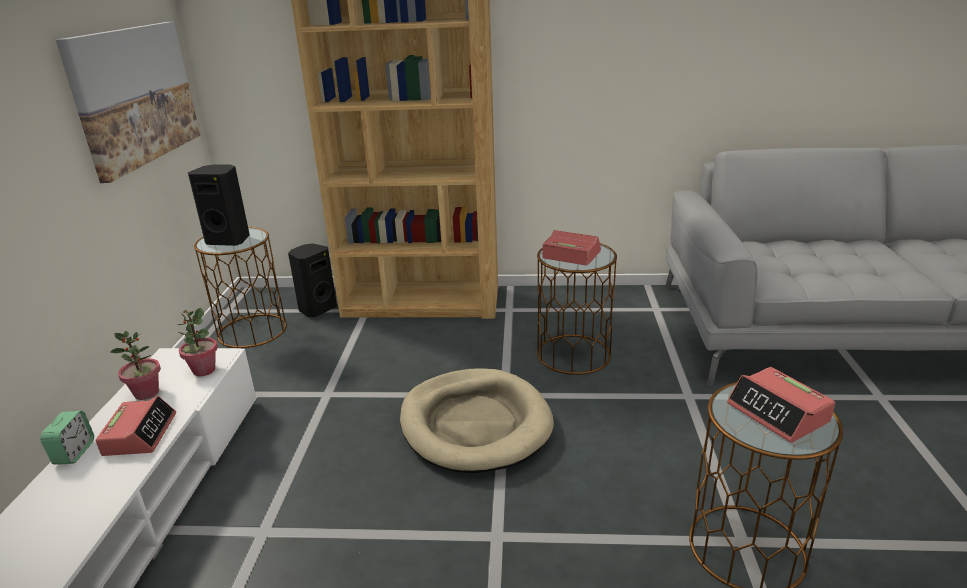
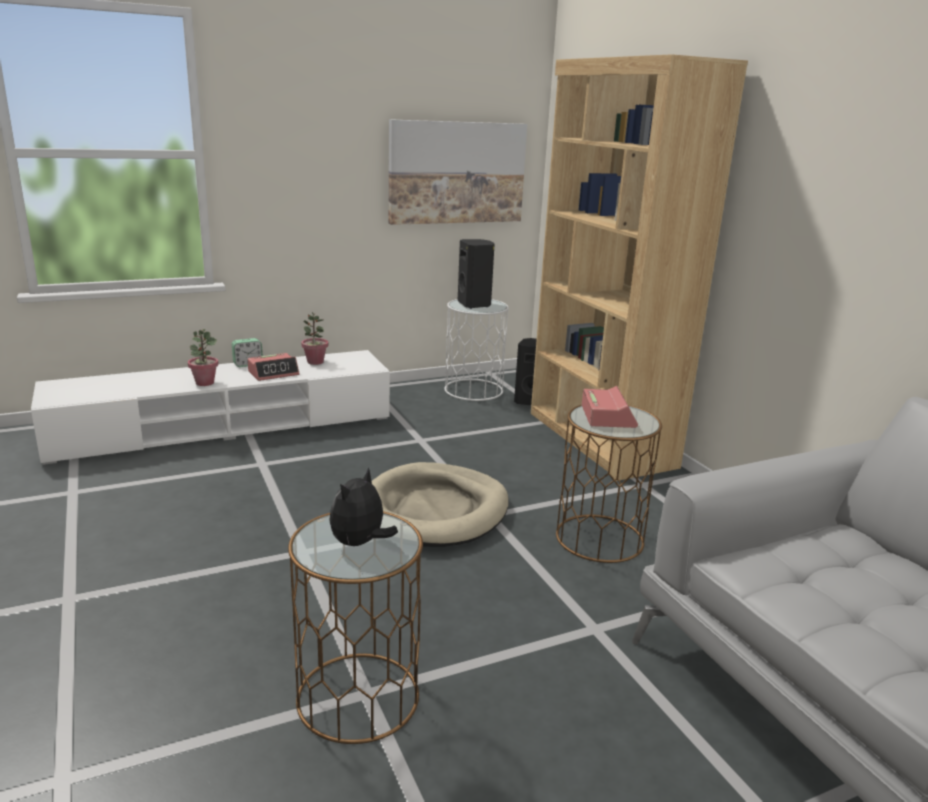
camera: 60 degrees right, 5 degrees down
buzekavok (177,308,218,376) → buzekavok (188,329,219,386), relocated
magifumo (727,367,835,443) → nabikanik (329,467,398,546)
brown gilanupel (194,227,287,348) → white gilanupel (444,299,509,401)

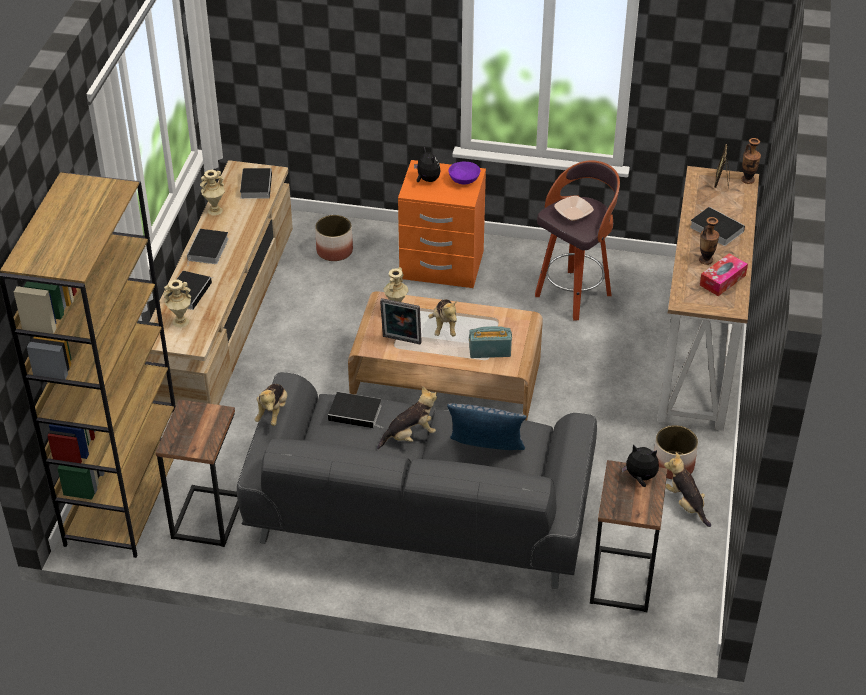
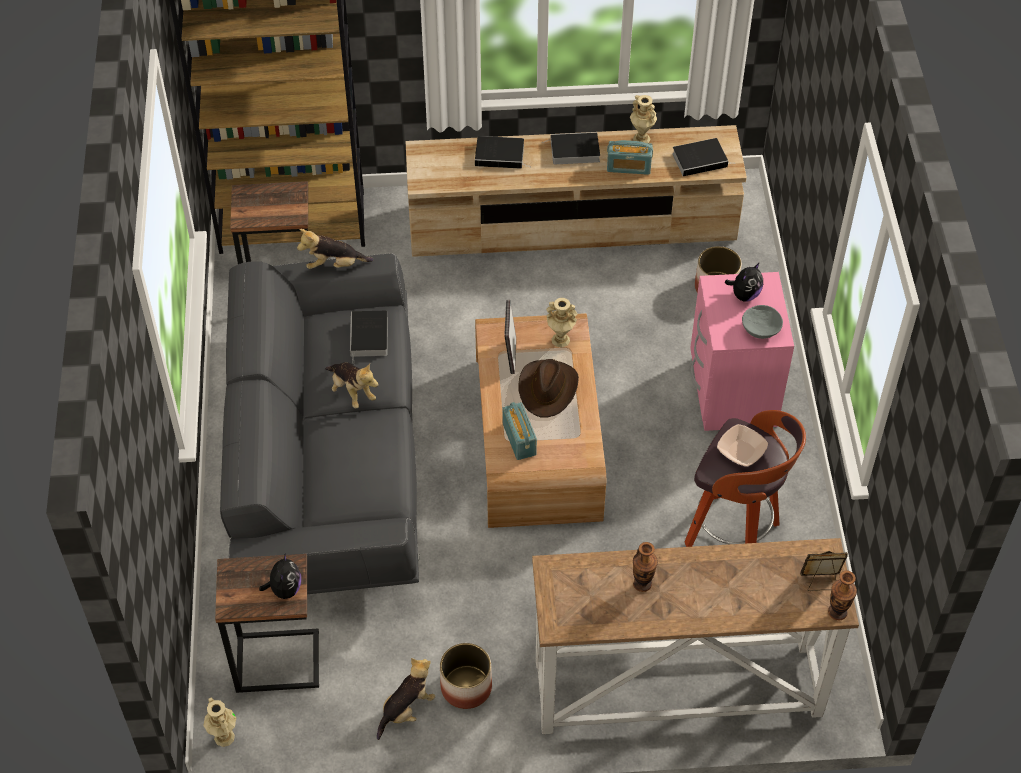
camera: 75 degrees right, 10 degrees up
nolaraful (447,404,527,450) → -
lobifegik (690,207,745,246) → -
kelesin (700,254,748,296) → -
- → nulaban (607,140,653,175)
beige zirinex (163,280,191,328) → beige zirinex (203,698,236,747), relocated
nabikanik (428,299,457,336) → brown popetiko (518,359,579,418)
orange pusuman (398,160,486,288) → pink pusuman (690,272,794,431)
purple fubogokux (448,162,480,184) → grey fubogokux (742,305,783,339)

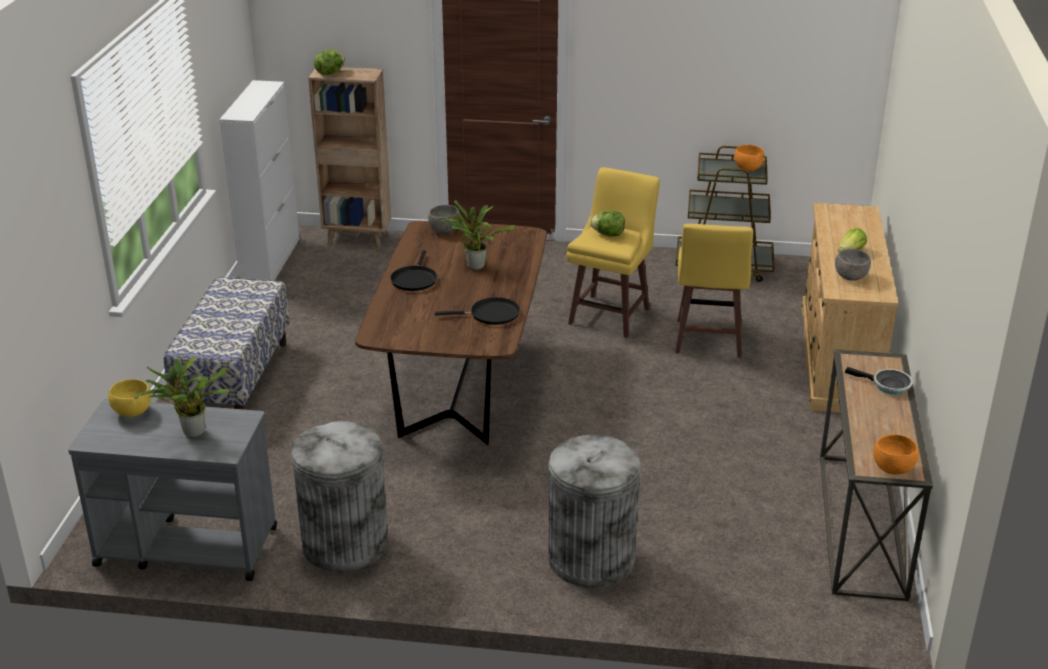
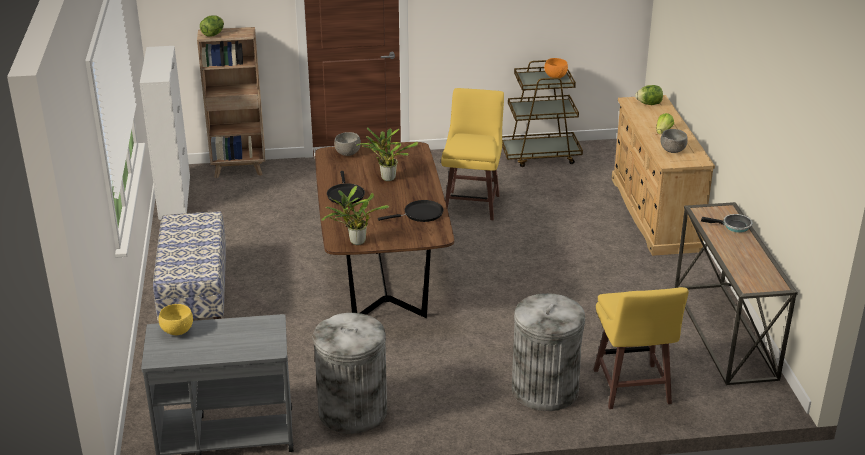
camera: 15 degrees left, 0 degrees up
orange fubogokux (874,434,919,475) → -
buzekavok (134,356,229,438) → buzekavok (321,186,389,245), relocated
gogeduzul (590,211,625,236) → gogeduzul (635,85,663,105), relocated
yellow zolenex (675,224,753,358) → yellow zolenex (593,287,689,409), relocated

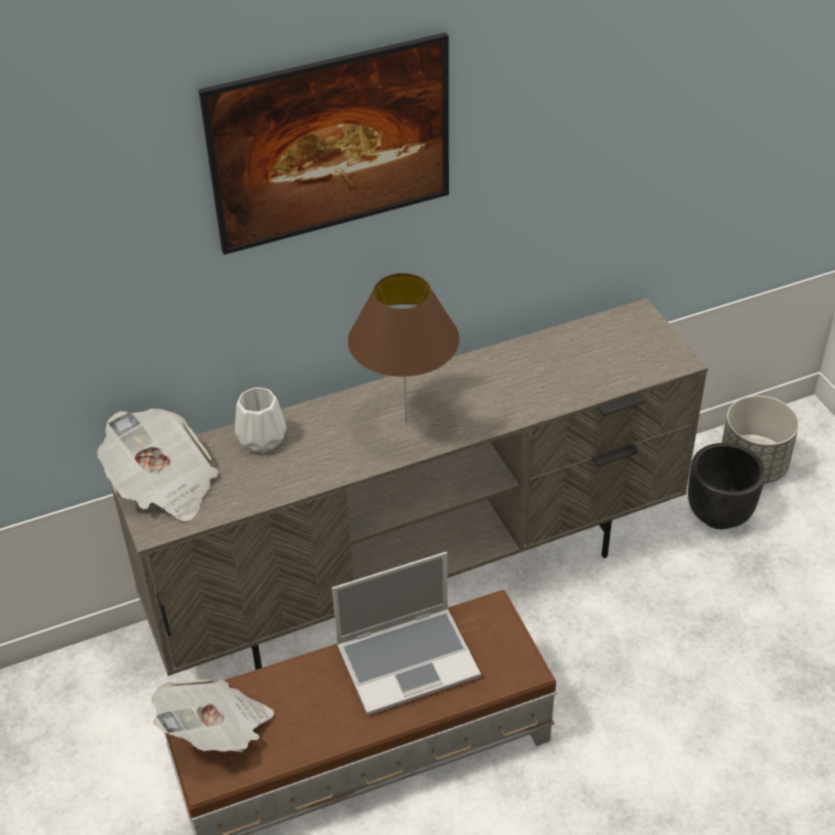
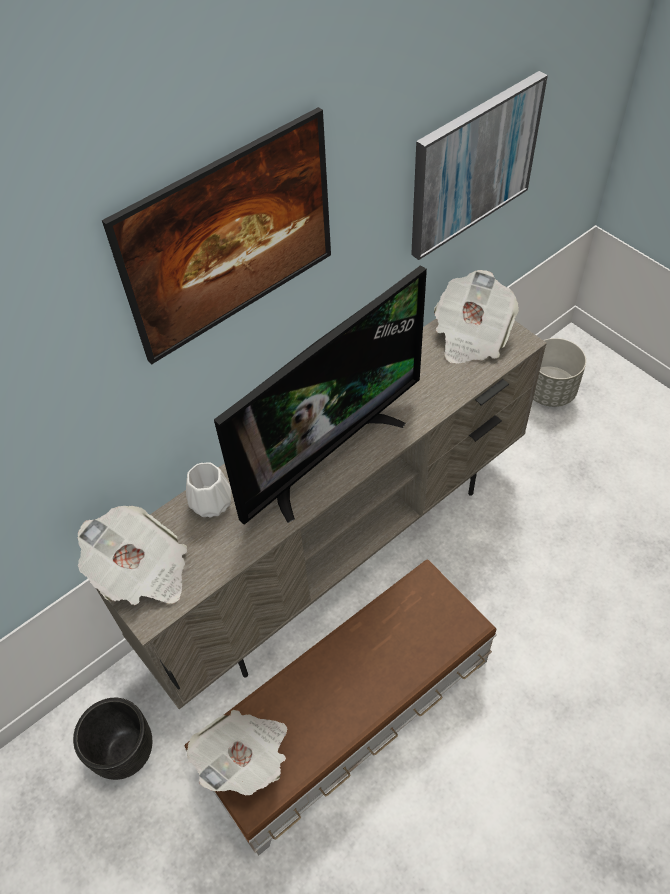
camera: 15 degrees left, 10 degrees up
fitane (332,552,481,715) → -
- → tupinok (411,71,548,260)
- → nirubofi (434,270,519,364)
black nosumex (688,443,765,529) → black nosumex (73,698,152,780), relocated
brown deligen (348,273,460,423) → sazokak (214,265,427,525)

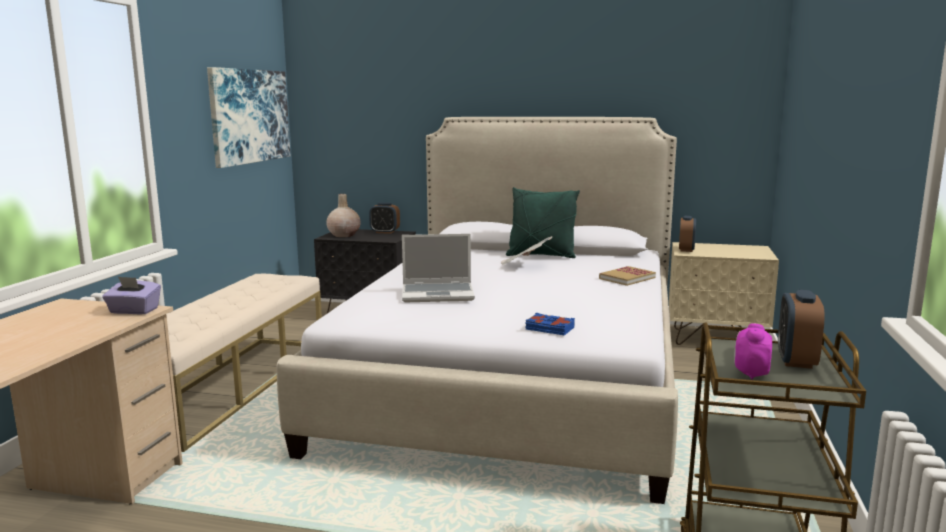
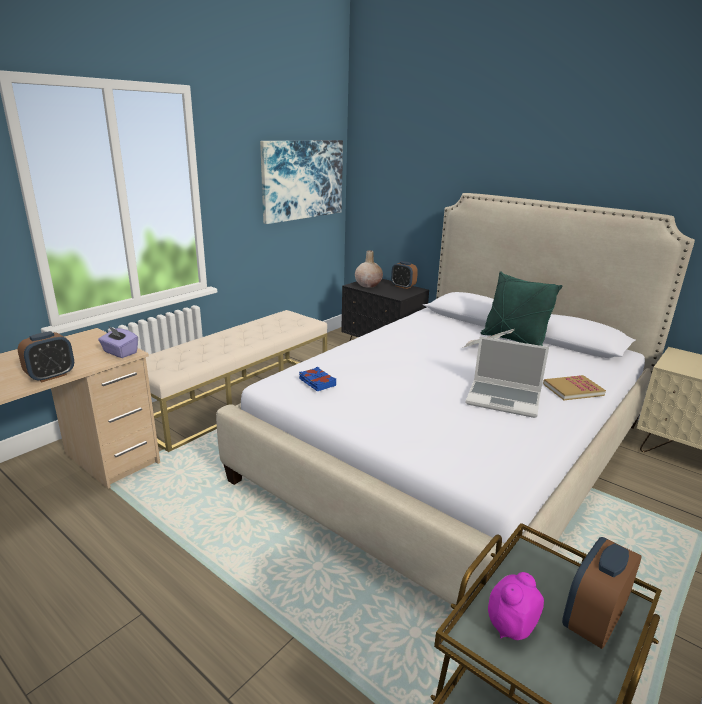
camera: 25 degrees right, 10 degrees up
fitane (402,234,475,303) → fitane (465,336,549,418), relocated
blue lobifegik (525,313,575,336) → blue lobifegik (299,367,336,391), relocated
magifumo (679,216,696,252) → magifumo (18,331,74,382), relocated

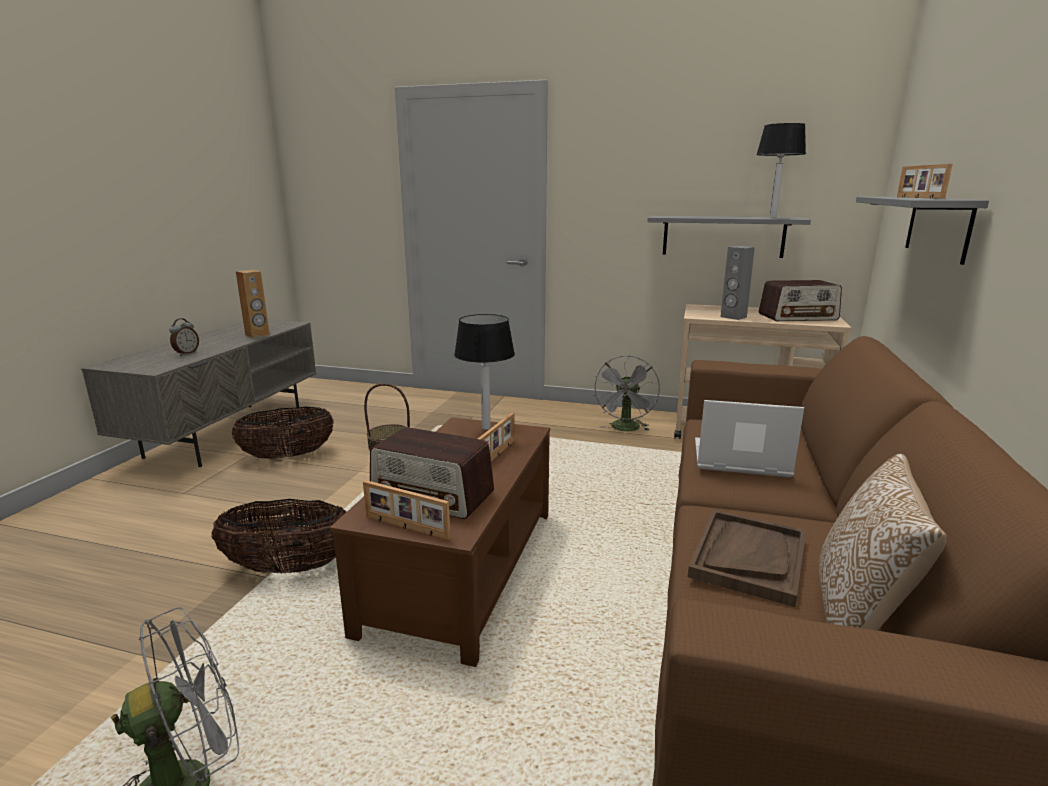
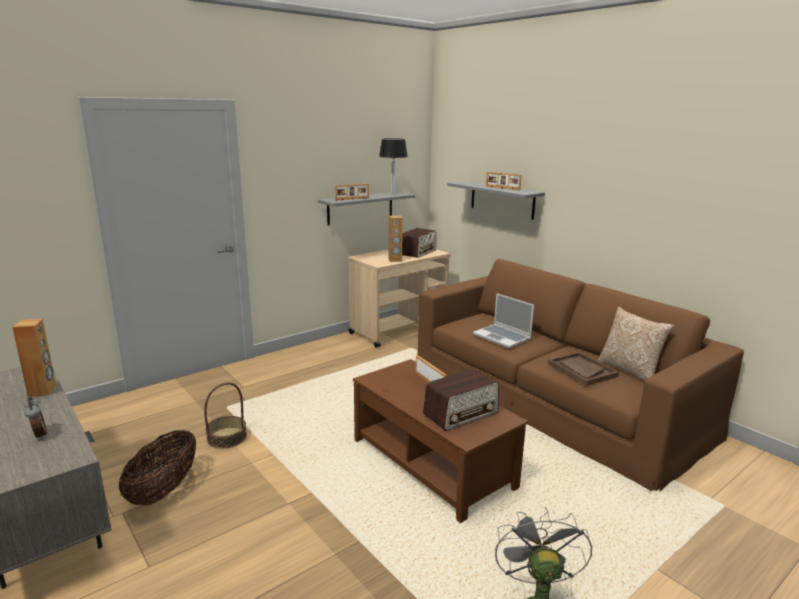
camera: 55 degrees left, 0 degrees up
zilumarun (211,499,347,574) → -
deligen (454,314,515,430) → -
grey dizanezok (594,355,660,431) → -
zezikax (363,480,451,540) → zezikax (335,184,369,200), relocated
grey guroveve (720,246,755,320) → brown guroveve (389,216,403,262)
fitane (695,400,804,477) → fitane (473,293,534,348), 90 degrees counterclockwise

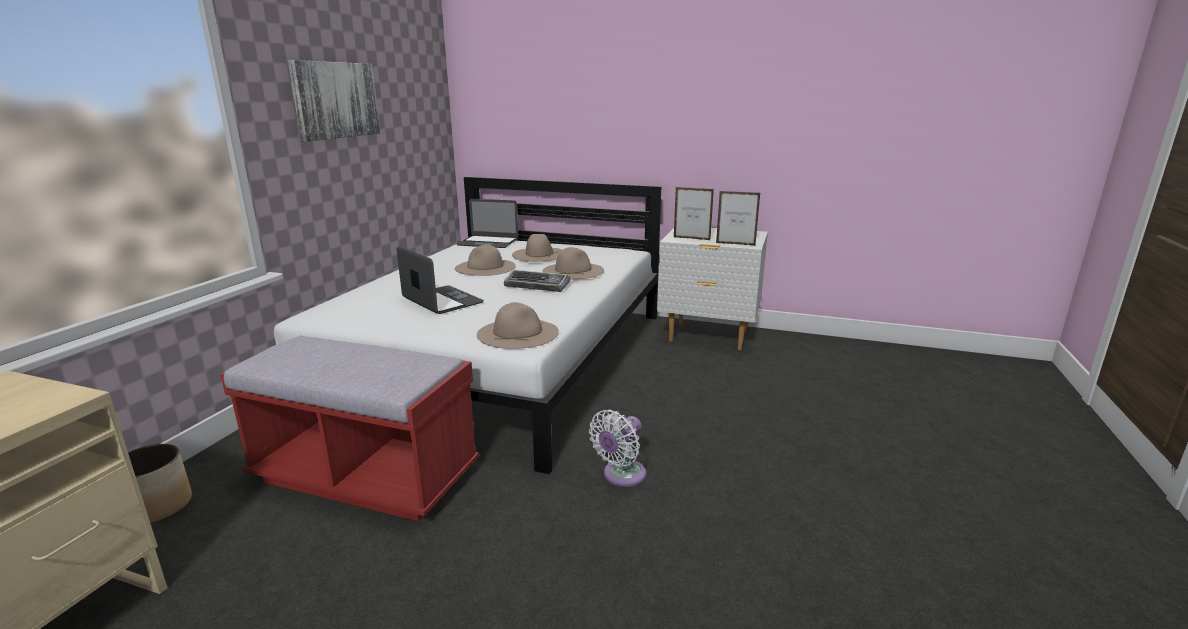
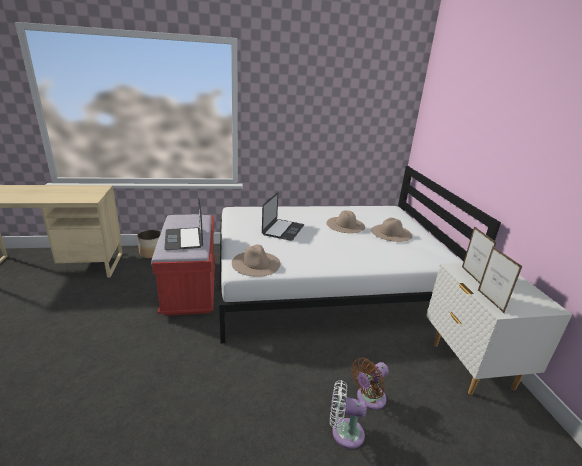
camera: 60 degrees right, 5 degrees up
tupinok (288,60,380,142) → -
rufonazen (504,270,570,292) → -
beige popetiko (543,247,604,279) → -
- → brown dizanezok (351,357,389,410)
fitane (457,199,519,248) → fitane (164,198,203,250), relocated
white dizanezok (589,410,646,487) → white dizanezok (330,380,367,449), relocated

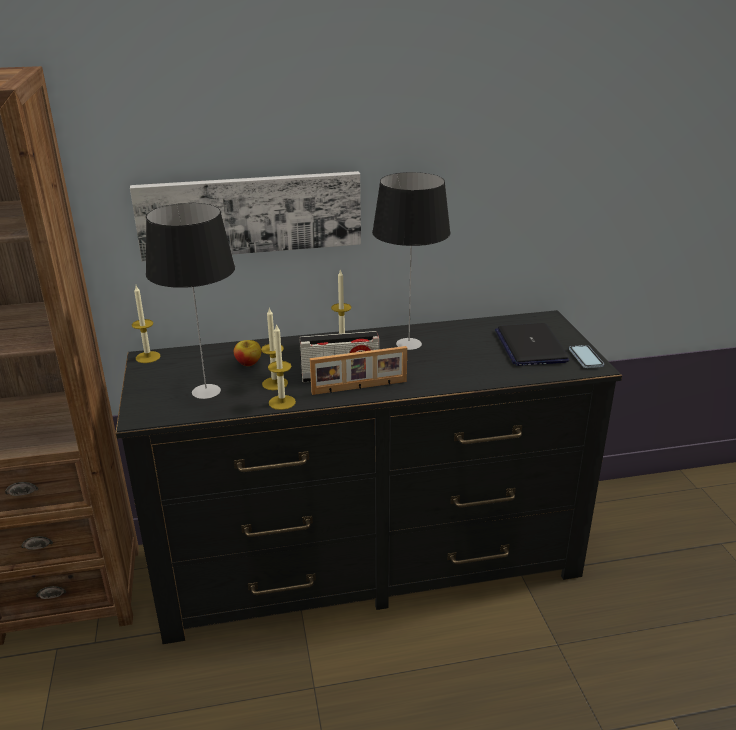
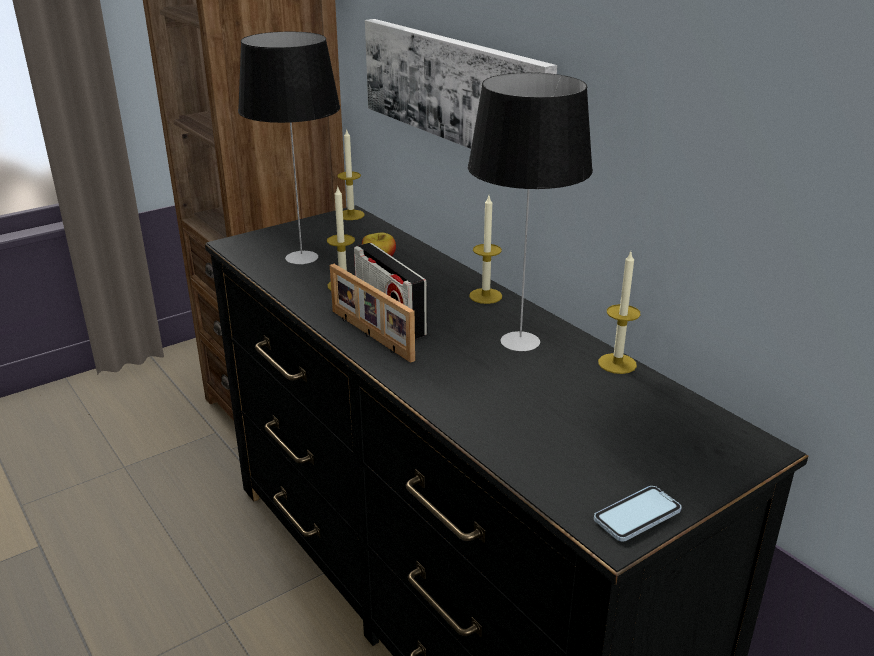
camera: 65 degrees right, 0 degrees up
fitane (495,323,569,366) → -
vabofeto (268,324,296,410) → vabofeto (598,252,641,374), relocated

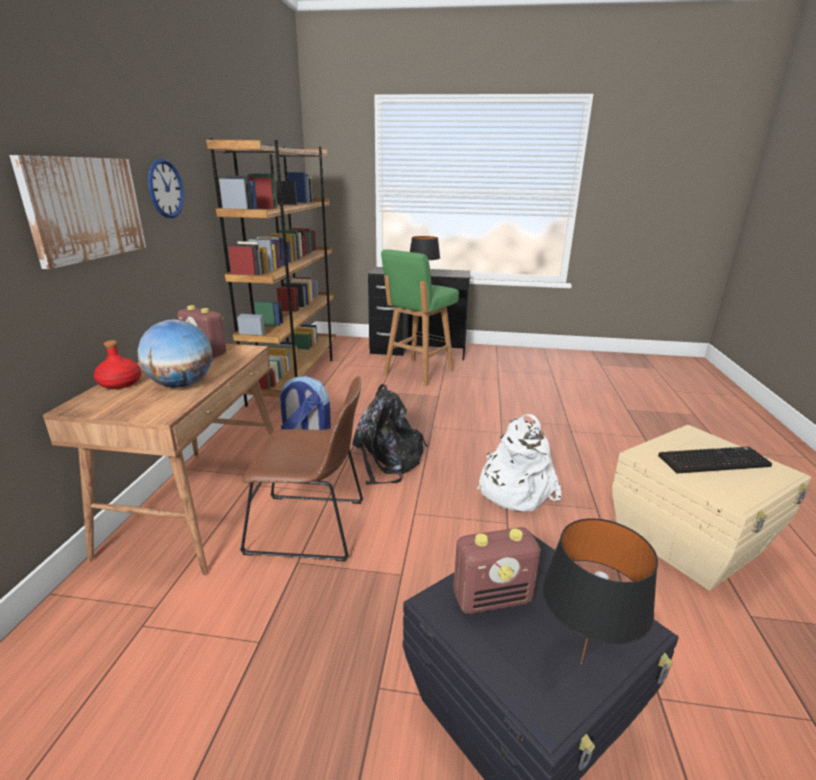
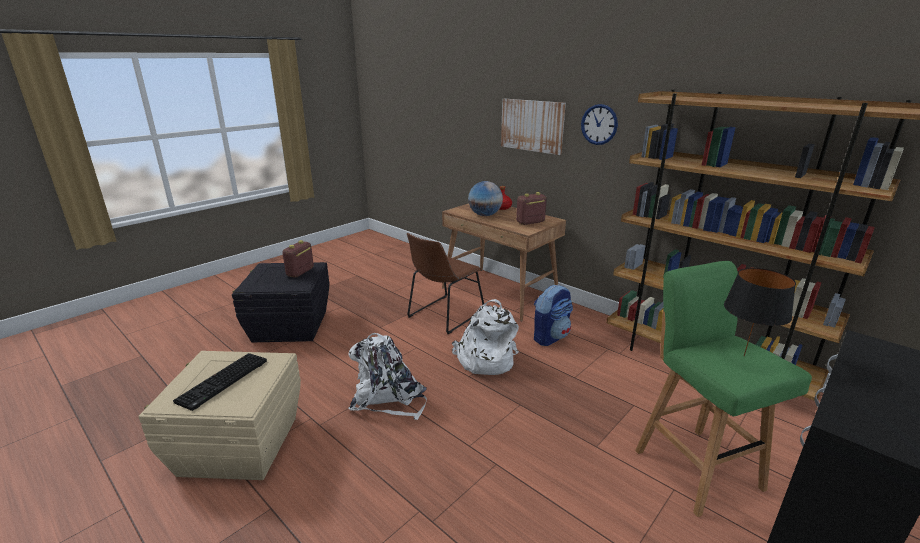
camera: 125 degrees right, 0 degrees up
black deligen (542,518,658,664) → -
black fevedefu (352,384,428,485) → white fevedefu (452,299,519,375)

